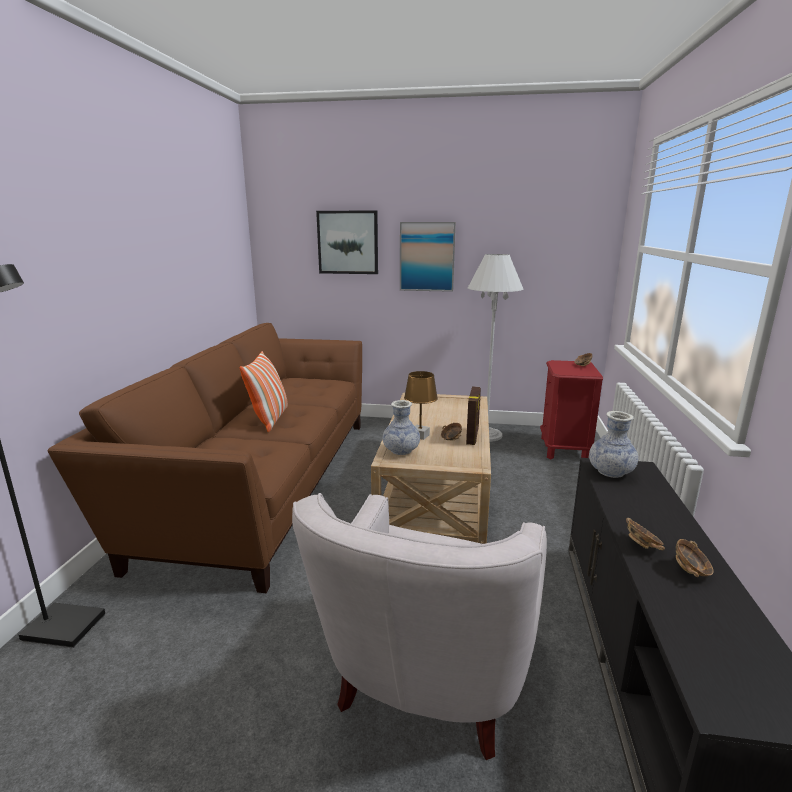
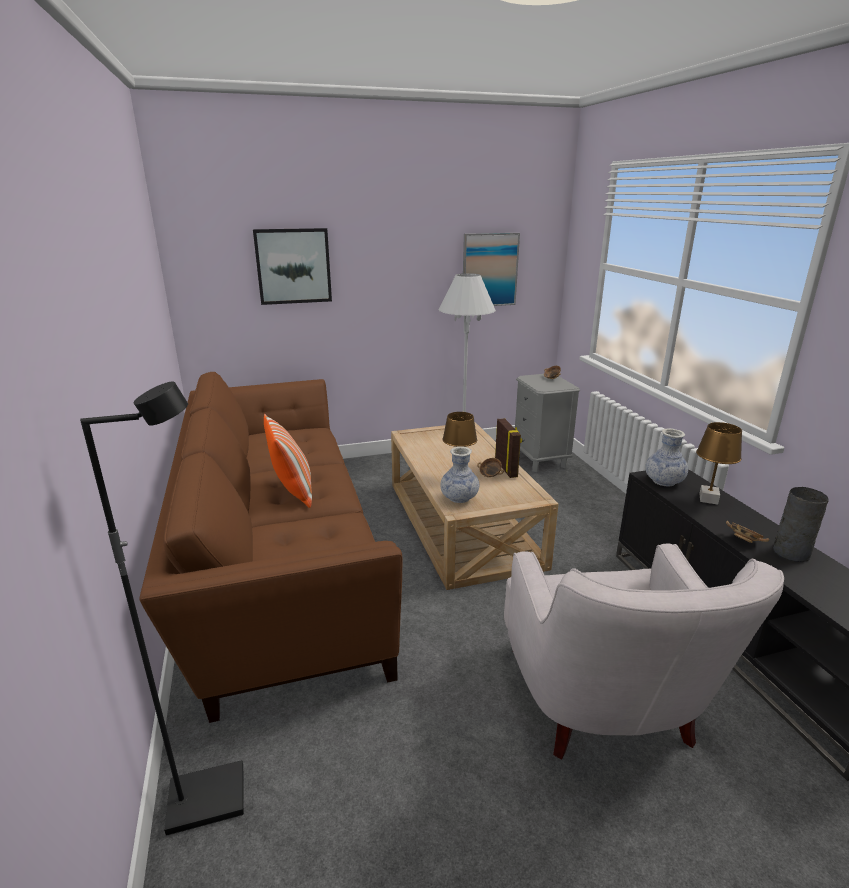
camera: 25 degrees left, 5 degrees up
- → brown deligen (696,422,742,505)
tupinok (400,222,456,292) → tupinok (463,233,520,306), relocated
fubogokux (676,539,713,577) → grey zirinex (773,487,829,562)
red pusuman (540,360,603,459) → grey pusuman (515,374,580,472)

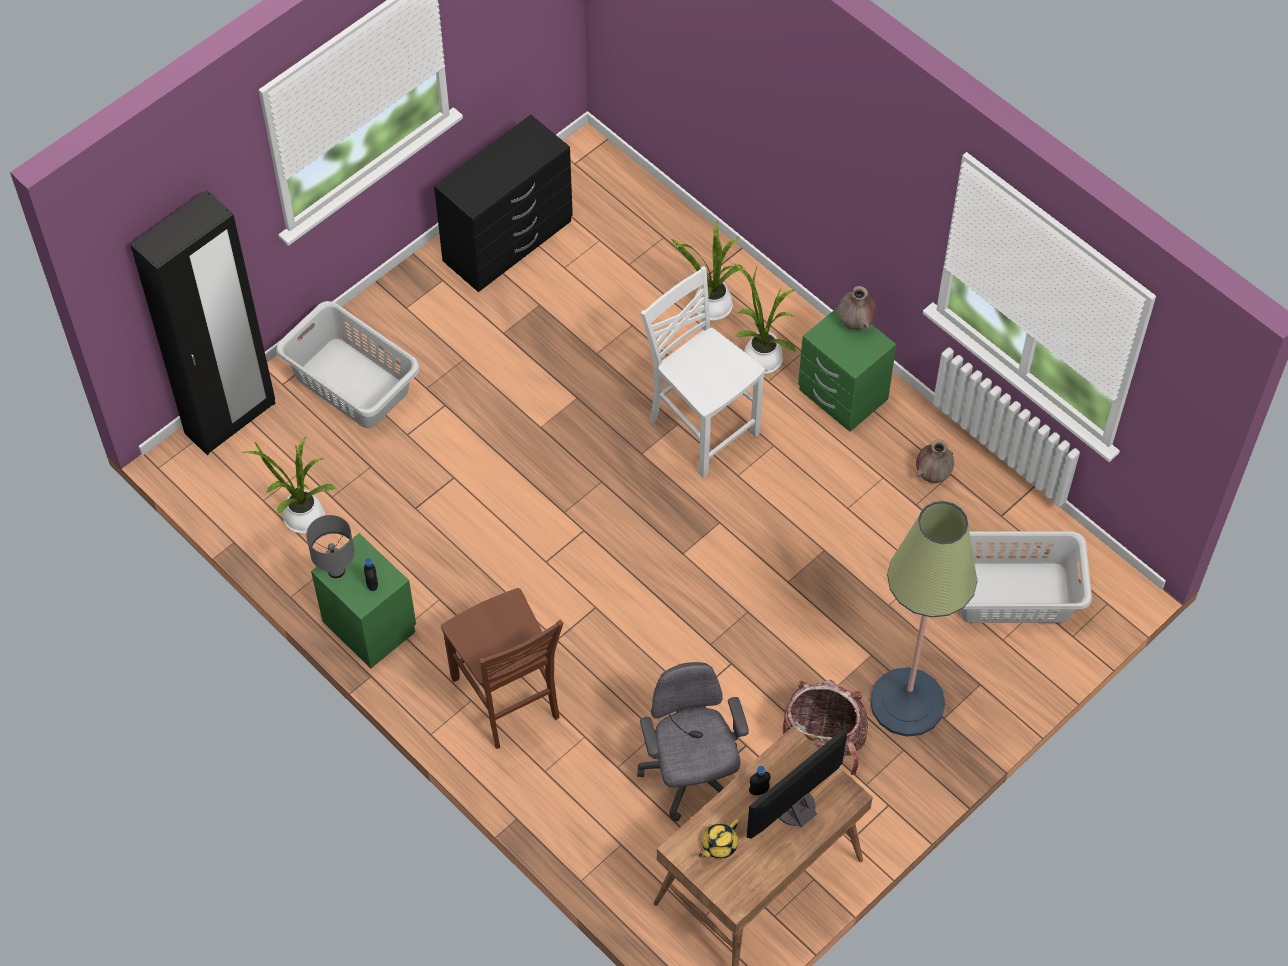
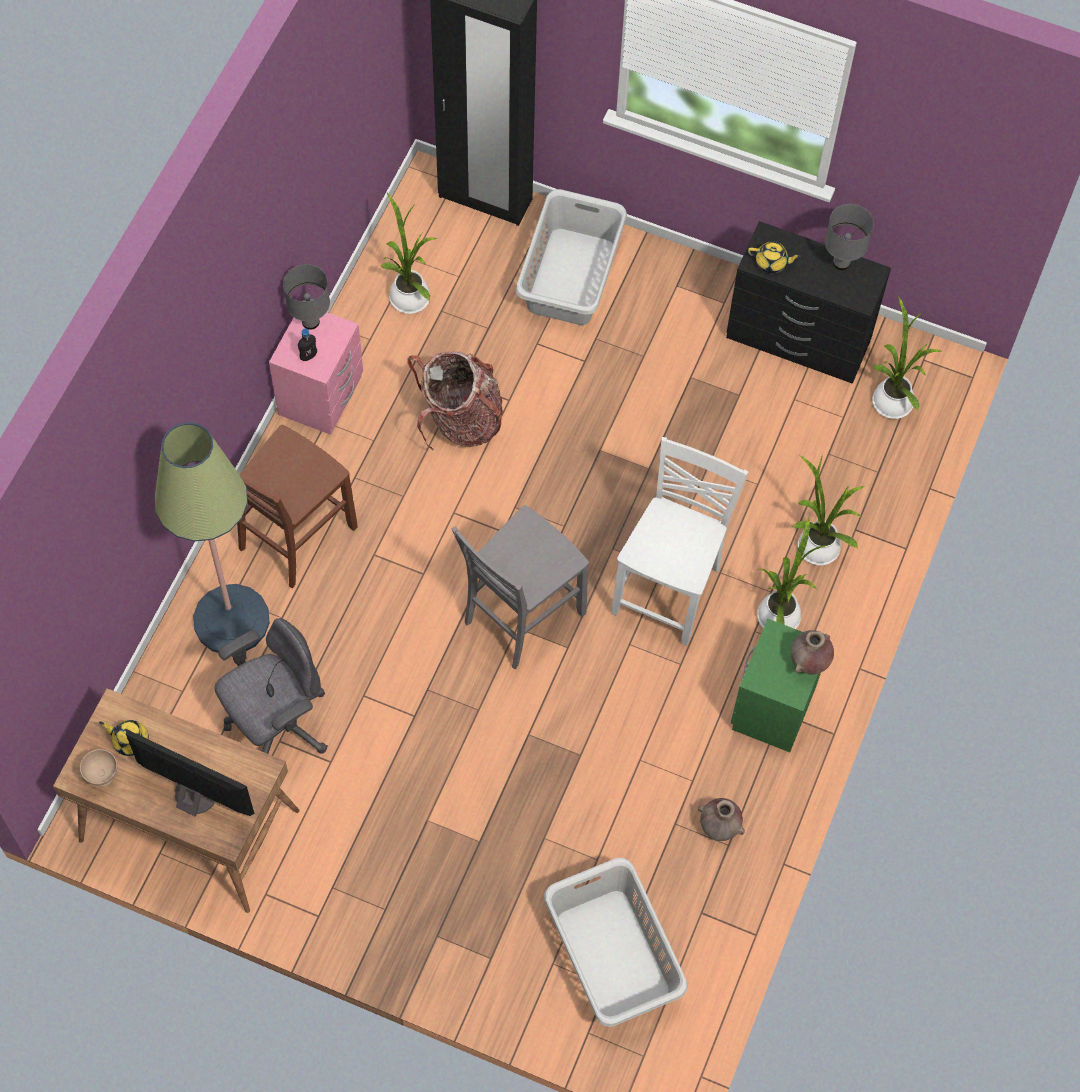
camera: 65 degrees right, 5 degrees up
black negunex (749,766,771,795) → -
- → beige fubogokux (80,749,117,787)
- → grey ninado (452,505,589,669)
- → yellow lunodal (748,241,801,273)
- → grey deligen (825,204,874,270)
- → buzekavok (872,296,943,419)
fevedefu (783,679,868,775) → fevedefu (407,351,503,450), relocated
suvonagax (870,501,978,737) → suvonagax (155,422,270,653), relocated
green pusuman (311,533,416,668) → pink pusuman (269,312,363,435)

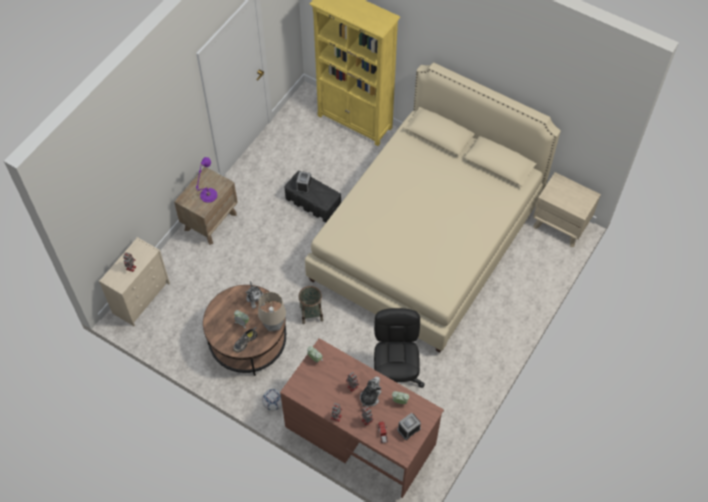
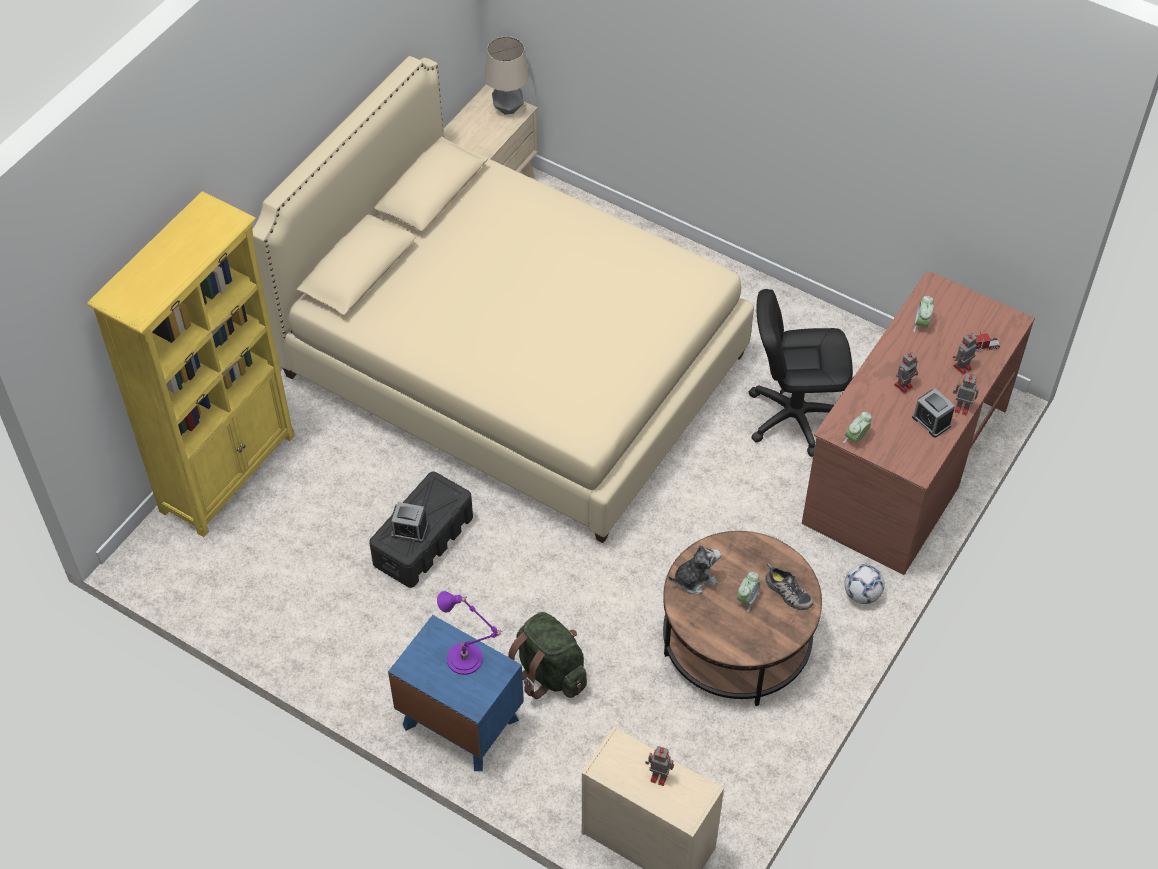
camera: 90 degrees left, 5 degrees down
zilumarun (299,286,323,324) → -
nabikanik (360,377,382,407) → -
- → green fevedefu (508,612,587,699)
deligen (258,292,286,331) → deligen (485,36,529,115), relocated
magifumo (397,413,421,440) → magifumo (912,388,955,438), relocated
brown pusuman (174,167,238,245) → blue pusuman (388,615,524,771)

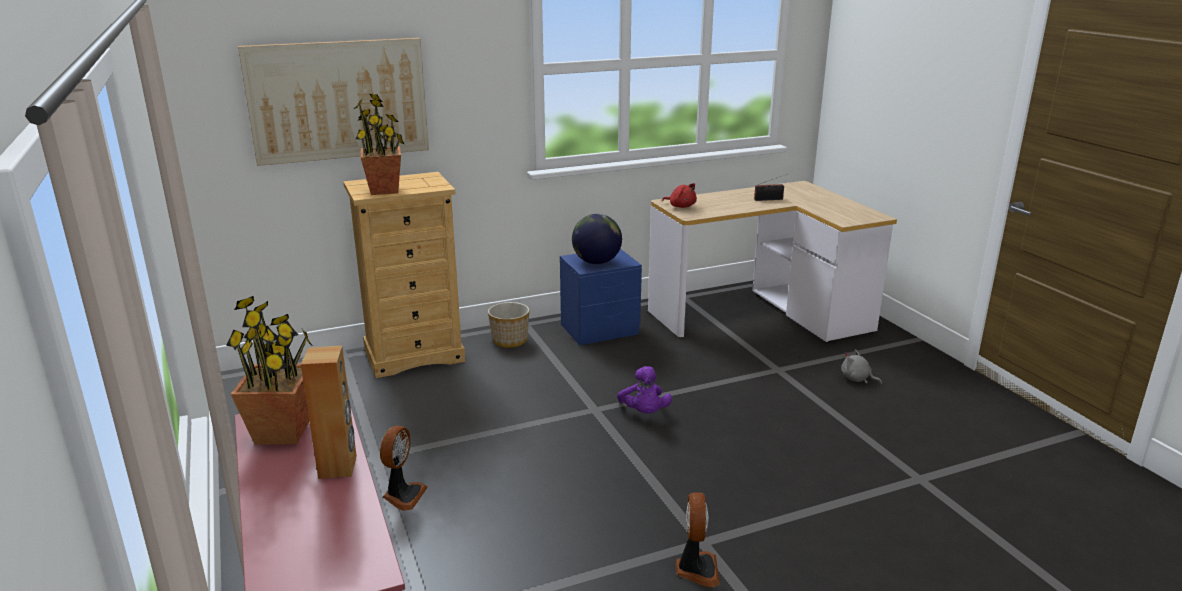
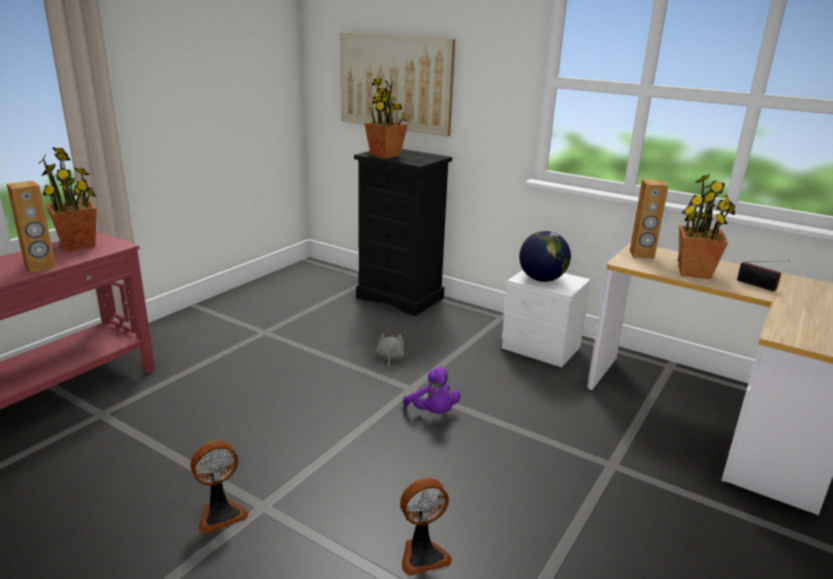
camera: 55 degrees right, 0 degrees up
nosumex (488,302,529,348) → -
- → buzekavok (678,174,735,279)
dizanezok (380,426,428,511) → dizanezok (400,478,452,576), relocated
grey nabikanik (841,349,882,384) → grey nabikanik (376,332,404,369), relocated
red nabikanik (662,183,697,208) → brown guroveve (630,179,669,259)
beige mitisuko (343,172,465,378) → black mitisuko (354,149,452,316)
blue pusuman (560,249,642,345) → white pusuman (502,270,591,367)
purple nabikanik (617,366,672,414) → purple nabikanik (403,367,461,414), 75 degrees counterclockwise

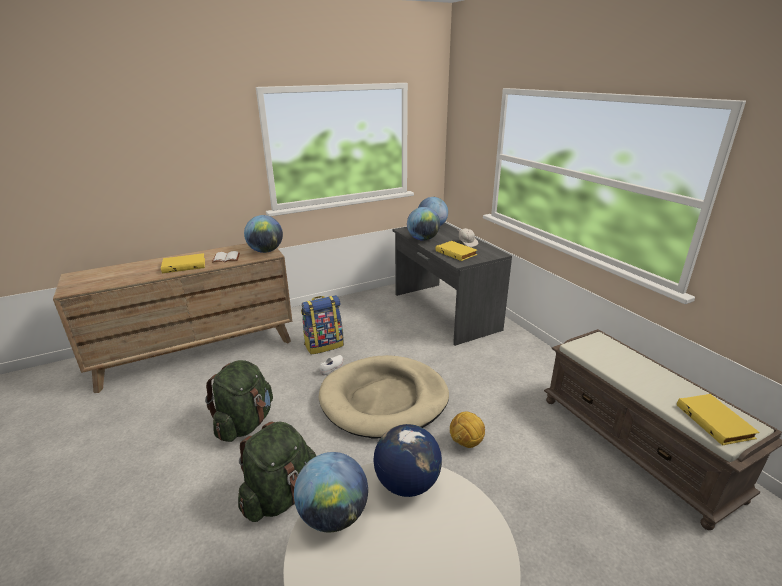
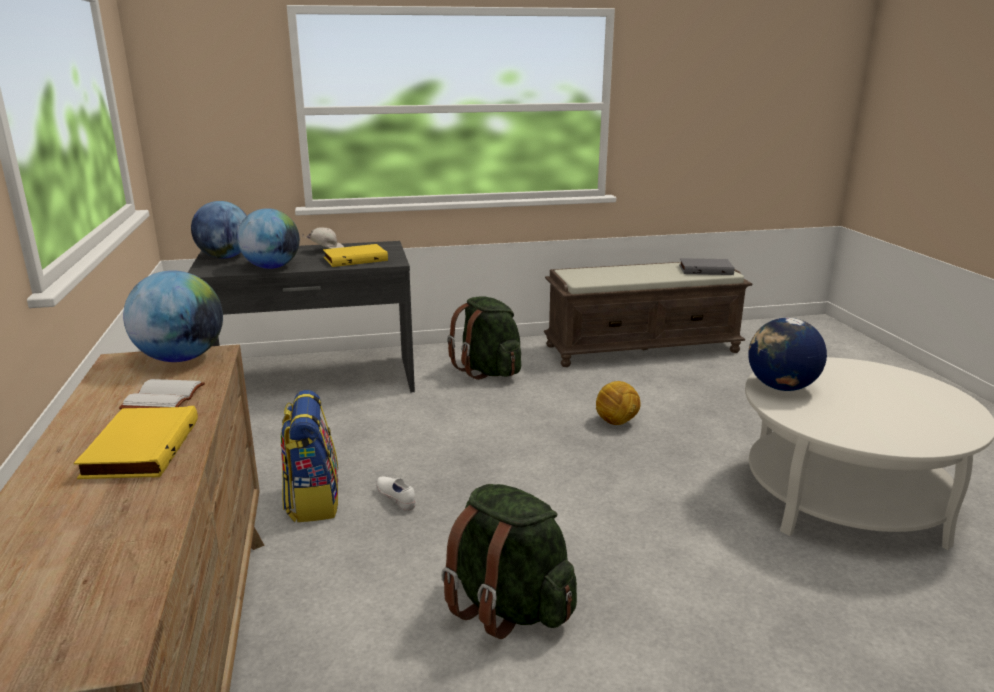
camera: 75 degrees left, 5 degrees down
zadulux (294,452,368,532) → -
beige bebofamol (319,355,449,439) → -
green fevedefu (238,422,316,522) → green fevedefu (447,297,521,380), relocated
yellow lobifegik (677,394,760,446) → grey lobifegik (679,258,735,275)

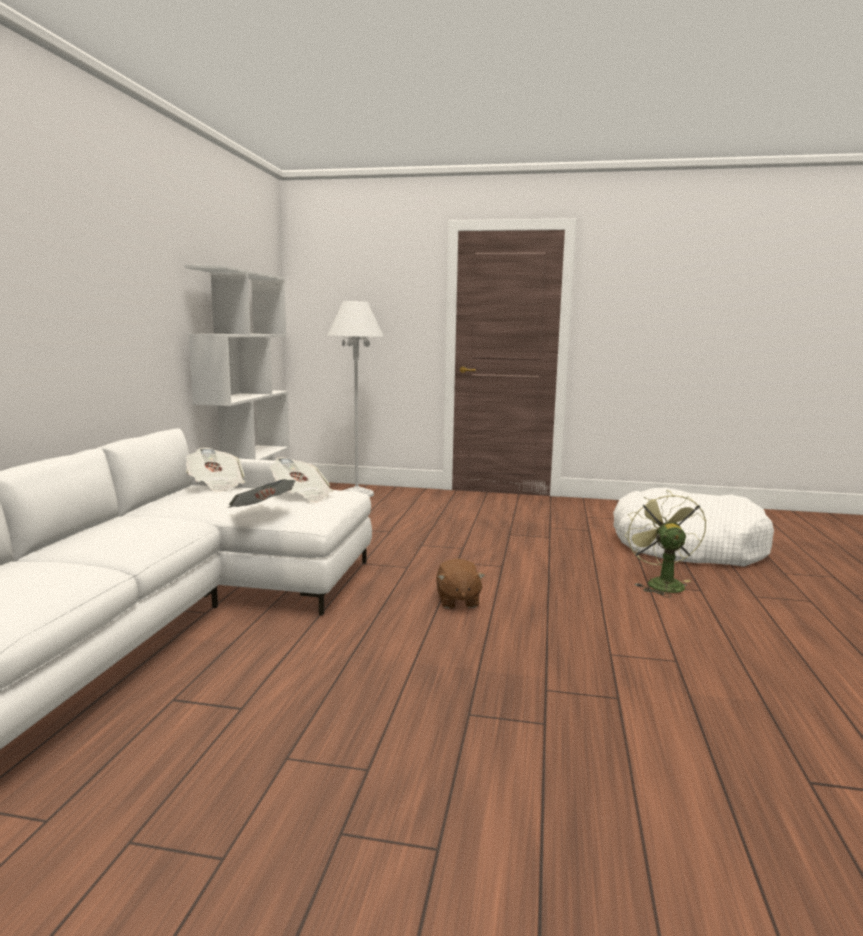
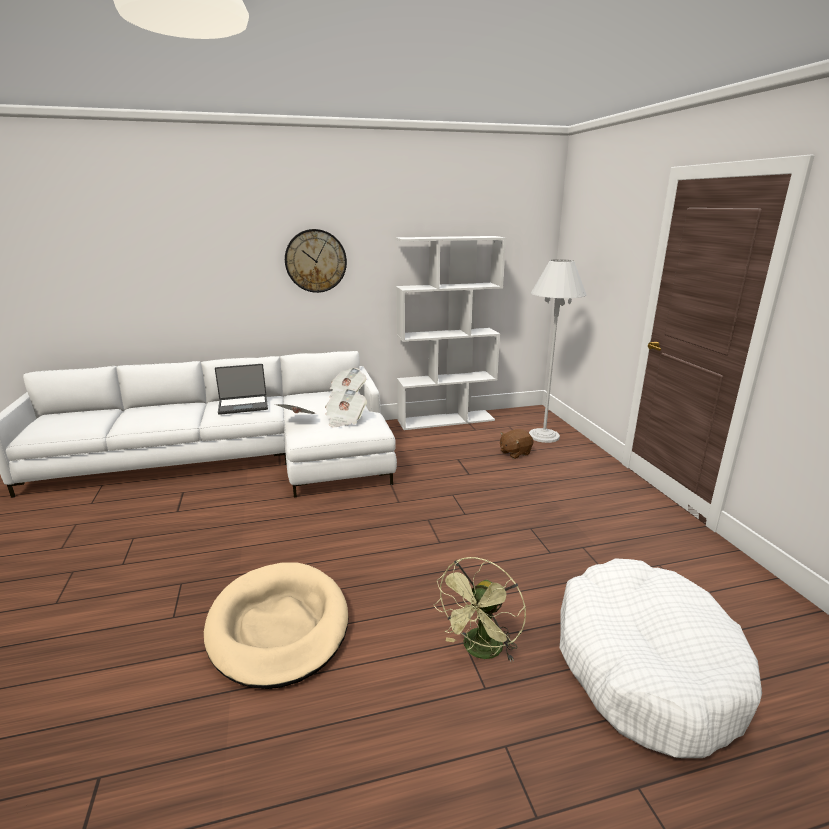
camera: 65 degrees right, 10 degrees up
- → beige bebofamol (204,563,348,689)
- → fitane (215,364,268,415)
- → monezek (285,229,347,293)
brown nabikanik (436,558,485,609) → brown nabikanik (500,429,534,459), relocated
green dizanezok (625,490,706,597) → green dizanezok (433,557,526,662), 150 degrees clockwise

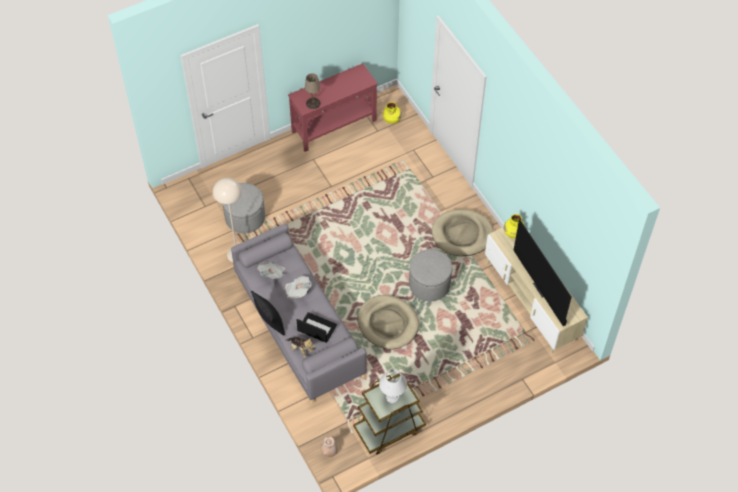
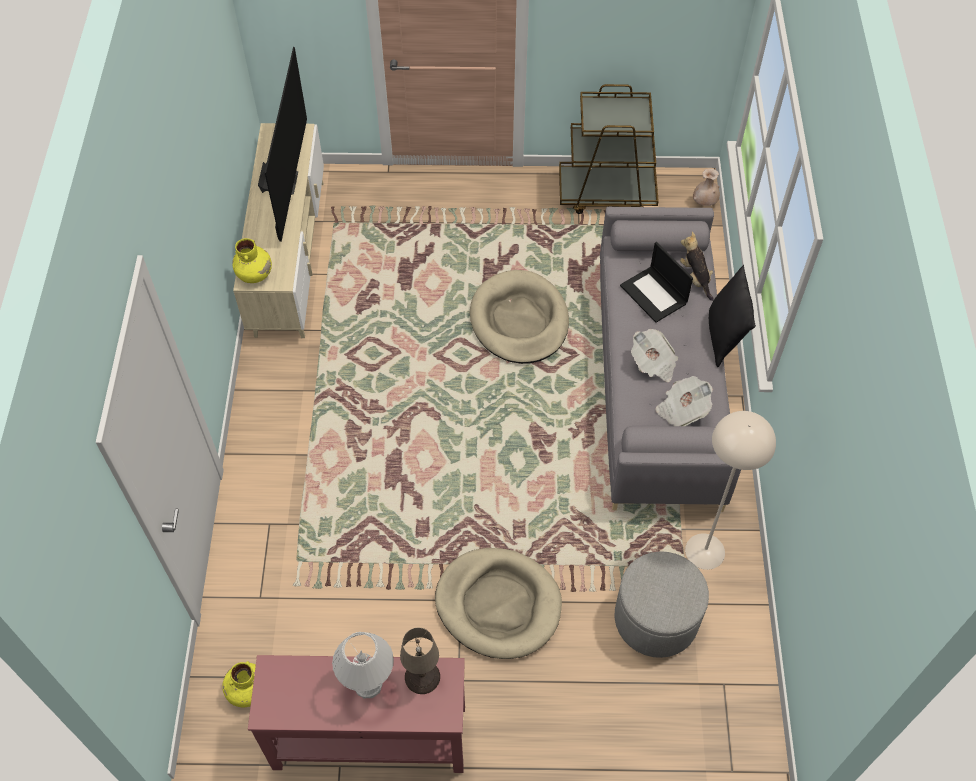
camera: 150 degrees left, 0 degrees up
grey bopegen (409,249,452,301) → -
white deligen (379,369,407,403) → white deligen (332,632,394,698), relocated
beige bebofamol (432,209,493,256) → beige bebofamol (435,548,562,659), relocated

